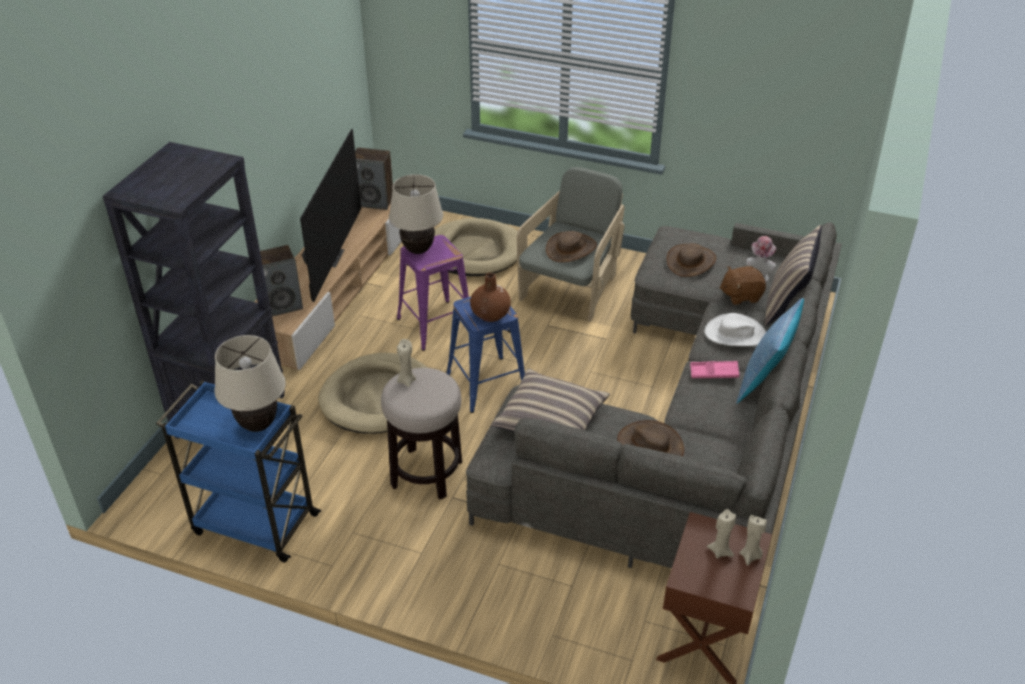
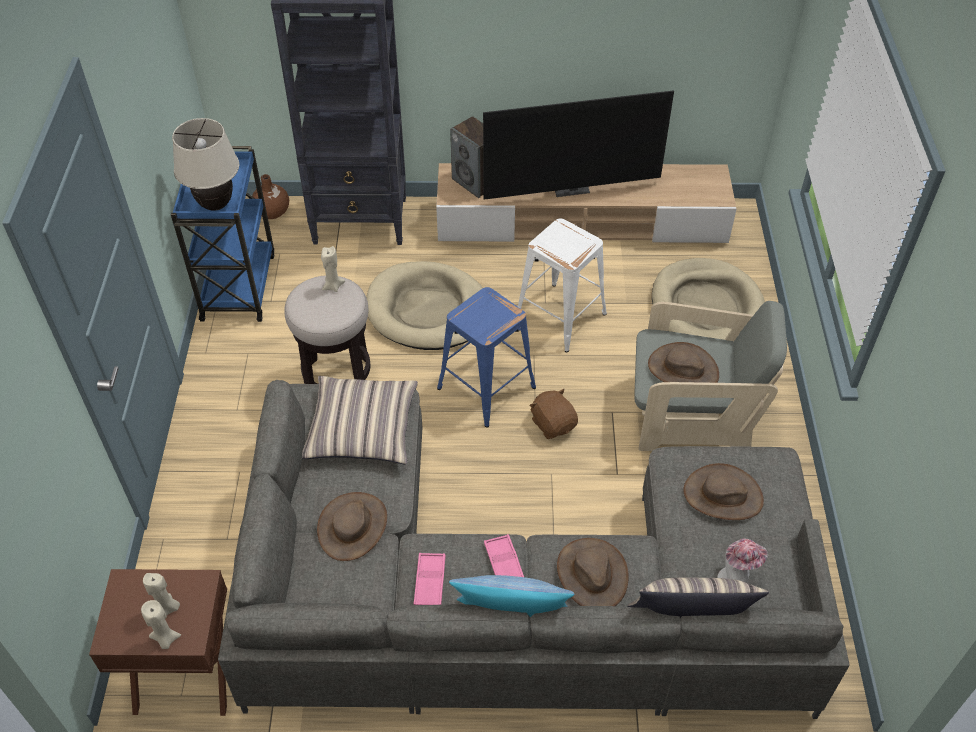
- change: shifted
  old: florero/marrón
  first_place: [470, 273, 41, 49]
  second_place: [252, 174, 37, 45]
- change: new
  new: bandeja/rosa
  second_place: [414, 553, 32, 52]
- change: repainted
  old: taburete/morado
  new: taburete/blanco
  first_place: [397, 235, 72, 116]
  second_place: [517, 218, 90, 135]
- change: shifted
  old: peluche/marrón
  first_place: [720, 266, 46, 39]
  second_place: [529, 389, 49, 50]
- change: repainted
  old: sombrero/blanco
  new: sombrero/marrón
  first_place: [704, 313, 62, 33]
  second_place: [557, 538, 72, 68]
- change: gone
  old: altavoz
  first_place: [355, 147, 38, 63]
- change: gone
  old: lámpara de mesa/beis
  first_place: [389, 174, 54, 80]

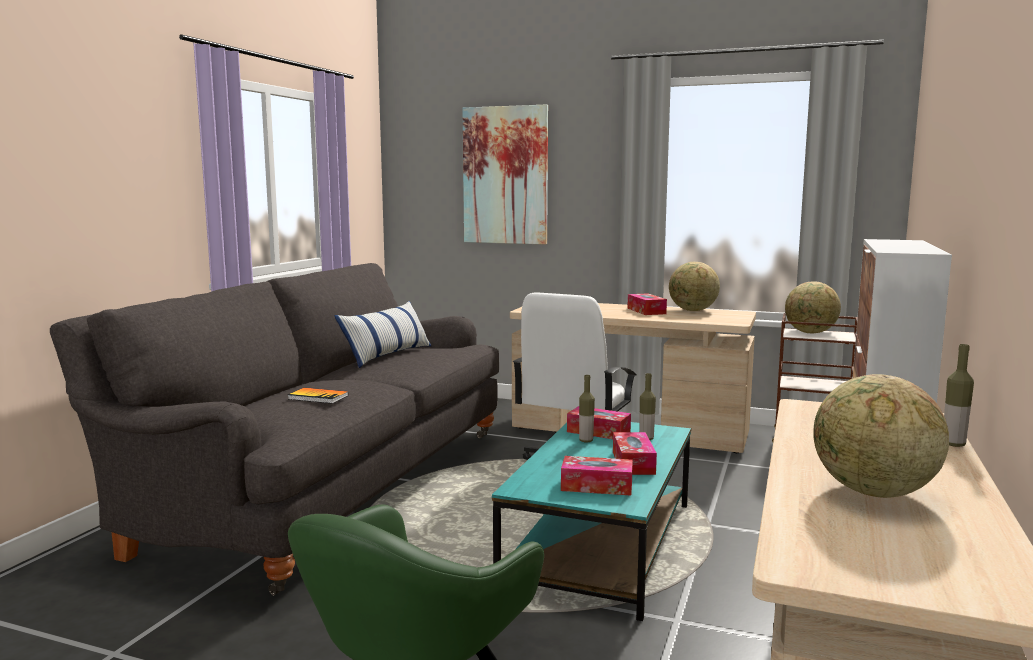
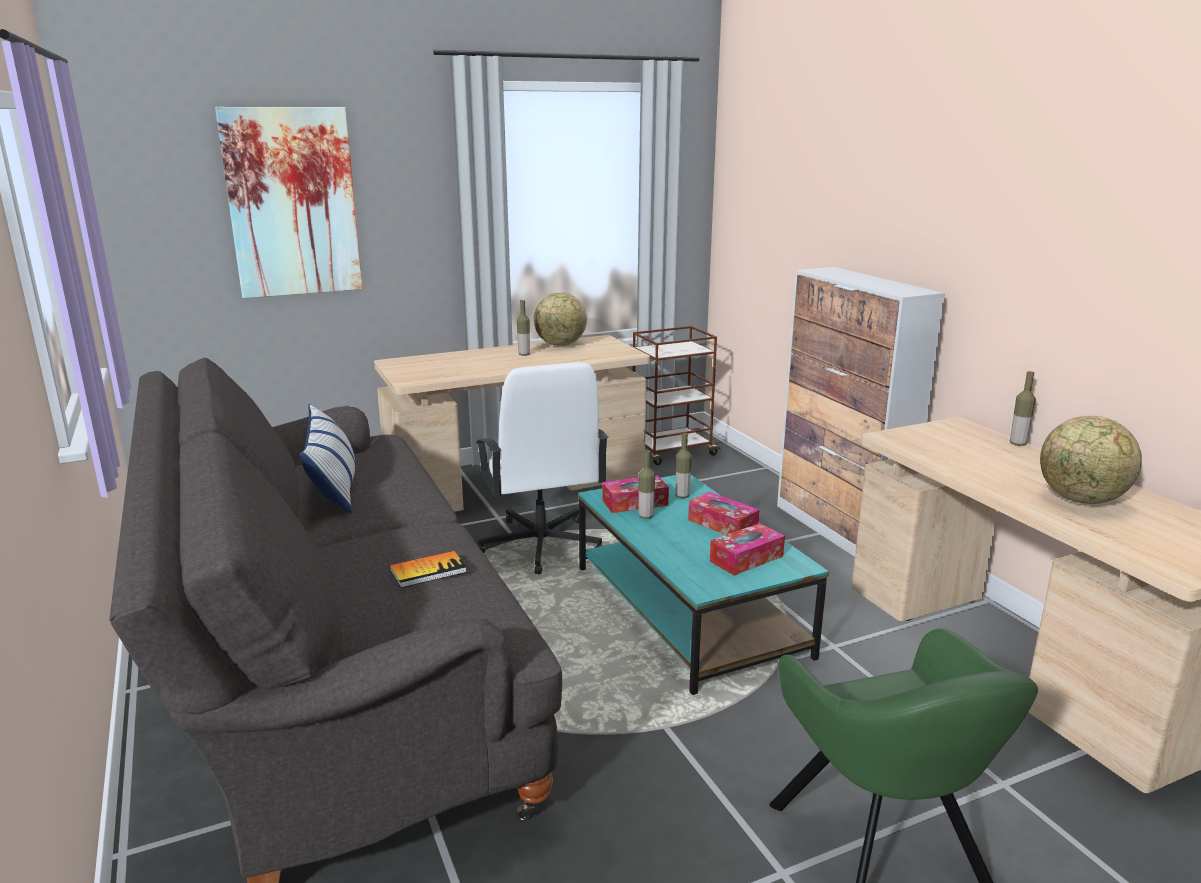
- change: swapped
  old: caja de pañuelos
  new: botella
  first_place: [627, 293, 40, 22]
  second_place: [517, 300, 13, 56]
- change: gone
  old: globo terráqueo
  first_place: [785, 281, 56, 52]

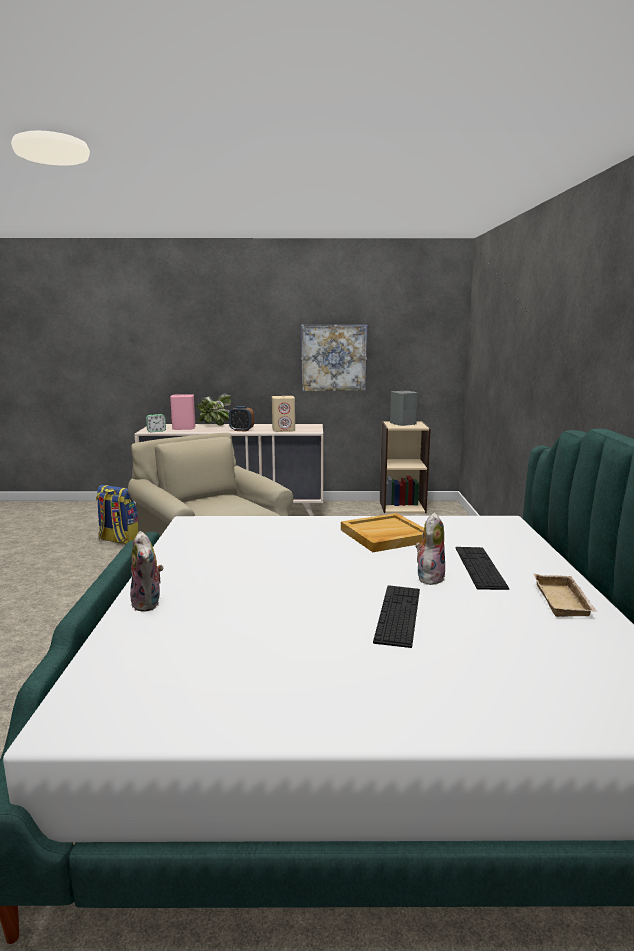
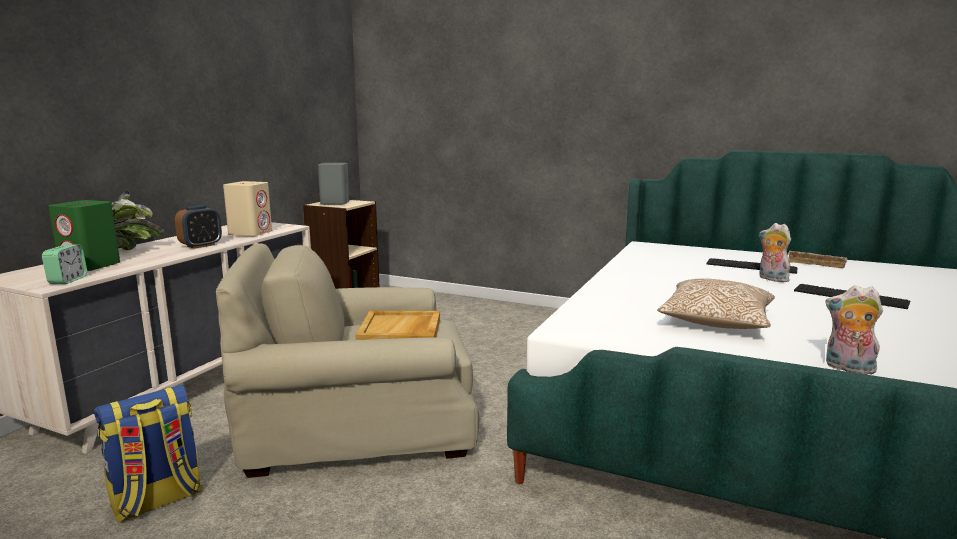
- change: repainted
  old: altavoz/rosa
  new: altavoz/verde
  first_place: [170, 394, 25, 36]
  second_place: [48, 200, 72, 71]
- change: shifted
  old: bandeja/beis
  first_place: [341, 513, 83, 39]
  second_place: [356, 310, 84, 30]
- change: new
  new: cojín
  second_place: [657, 278, 118, 51]
- change: rotated
  old: peluche
  first_place: [130, 531, 33, 81]
  second_place: [825, 285, 58, 90]
  degrees: -150
- change: gone
  old: cuadro
  first_place: [301, 325, 66, 66]

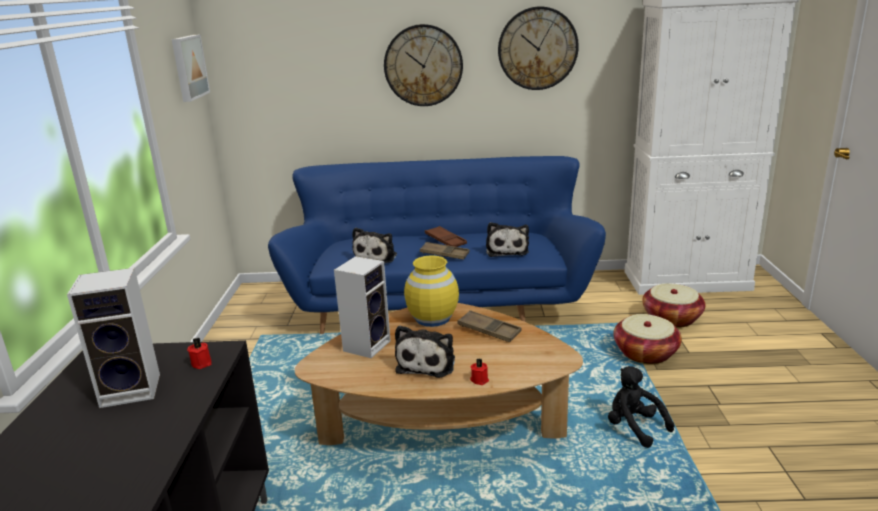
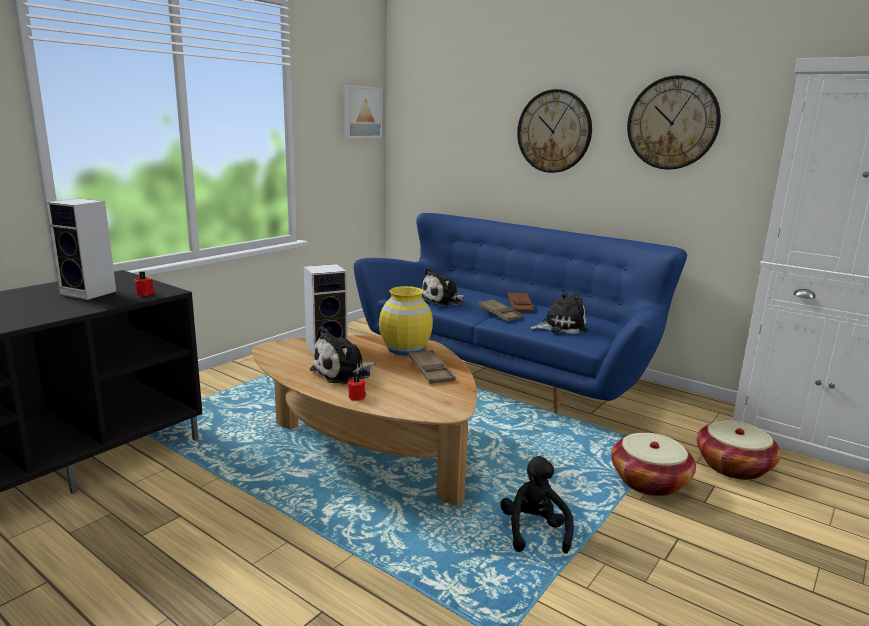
- change: rotated
  old: peluche
  first_place: [486, 222, 43, 35]
  second_place: [530, 291, 58, 43]
  degrees: -135

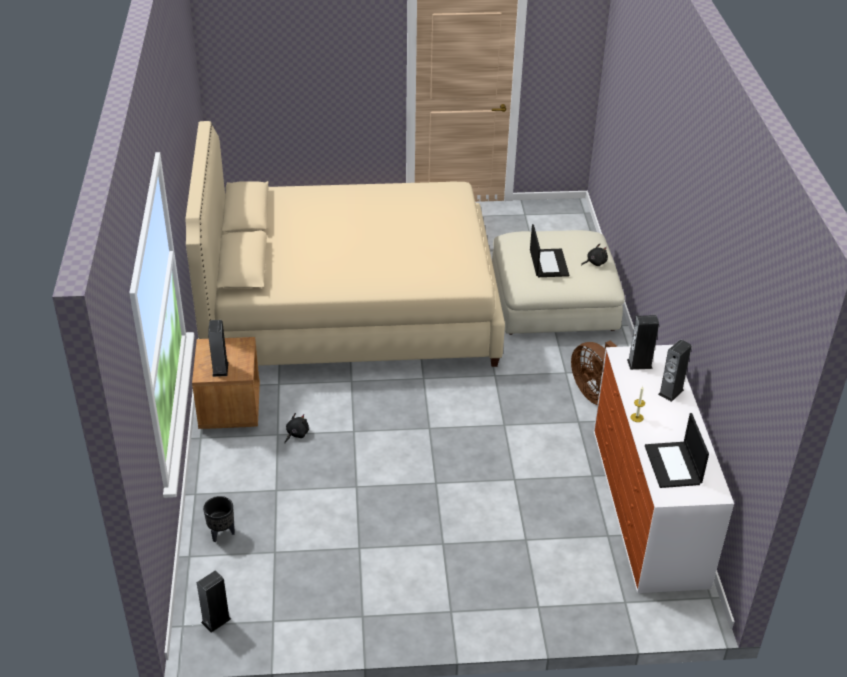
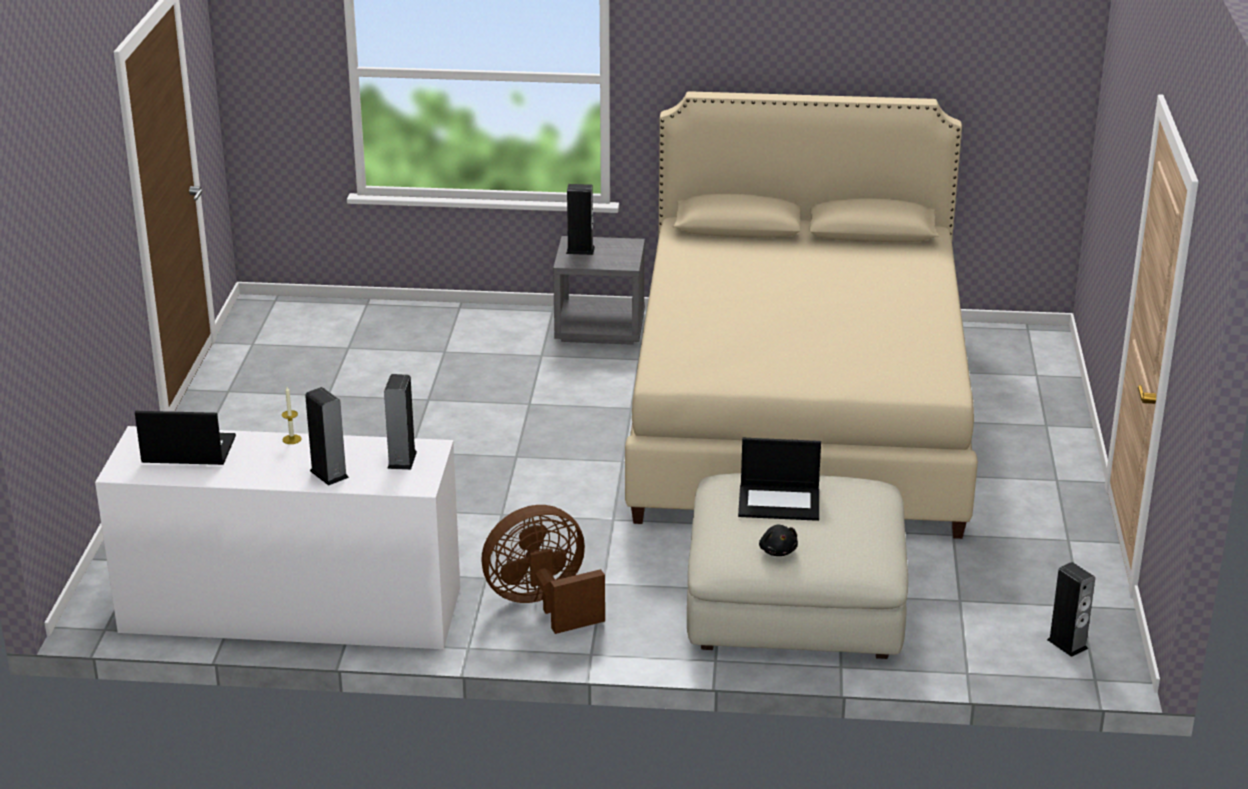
- change: repainted
  old: mesita de noche/marrón
  new: mesita de noche/gris
  first_place: [192, 337, 68, 92]
  second_place: [553, 236, 92, 109]
- change: shifted
  old: altavoz
  first_place: [197, 570, 34, 63]
  second_place: [1047, 562, 48, 95]
- change: gone
  old: maceta/negro
  first_place: [203, 496, 32, 46]
- change: gone
  old: peluche/negro
  first_place: [285, 413, 24, 30]

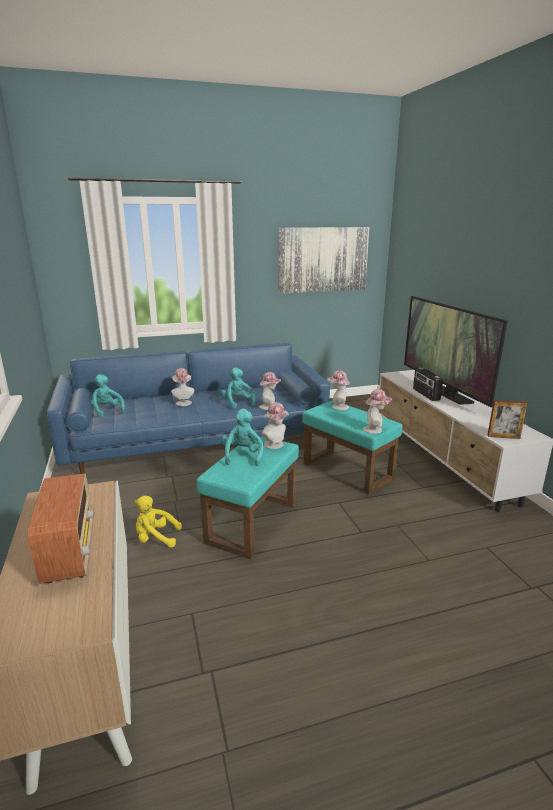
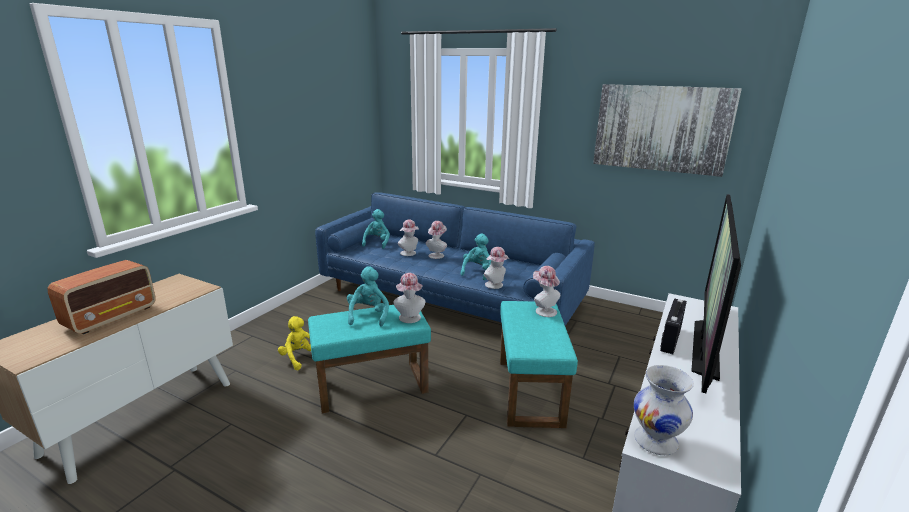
- change: rotated
  old: peluche/turquesa
  first_place: [221, 408, 42, 58]
  second_place: [347, 266, 42, 61]
  degrees: -45
- change: shifted
  old: sombrero
  first_place: [363, 389, 29, 45]
  second_place: [398, 220, 21, 36]
- change: swapped
  old: portarretratos
  new: florero/blanco
  first_place: [488, 400, 40, 39]
  second_place: [634, 365, 60, 90]

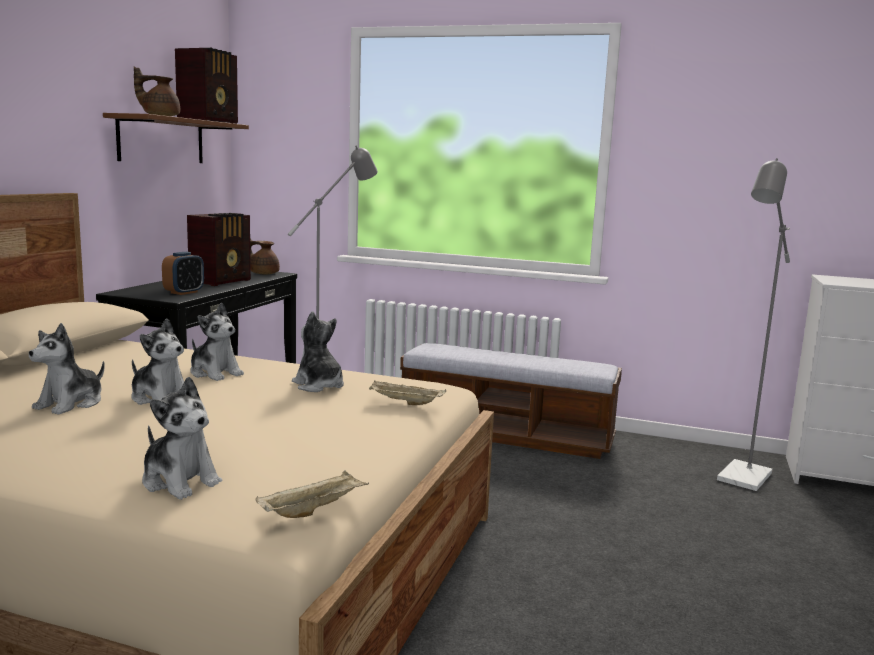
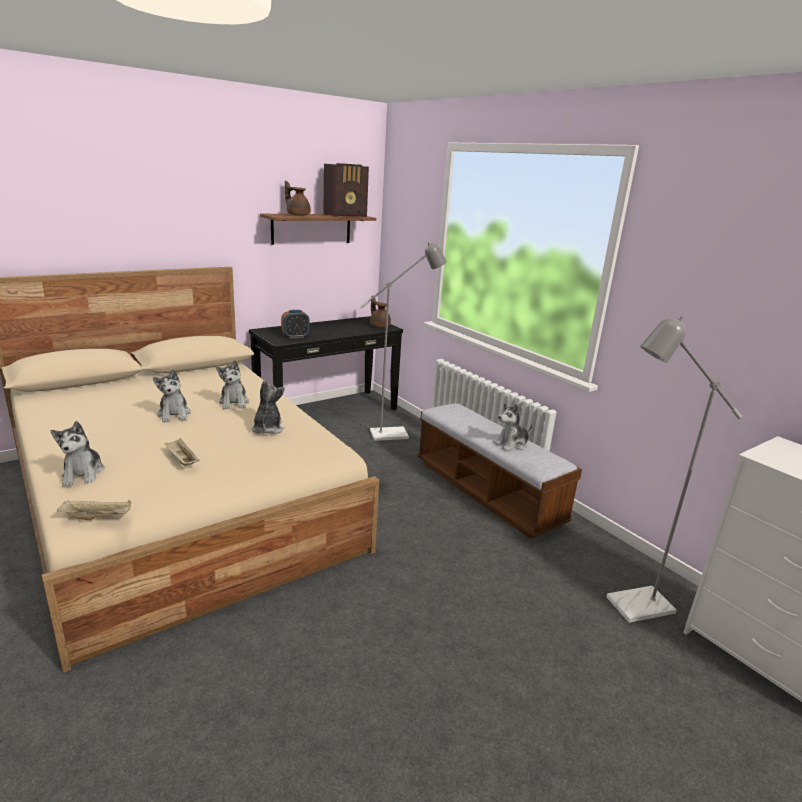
- change: shifted
  old: bandeja/beis
  first_place: [369, 381, 77, 24]
  second_place: [165, 438, 35, 28]
- change: shifted
  old: peluche
  first_place: [29, 323, 76, 92]
  second_place: [494, 403, 39, 48]
- change: gone
  old: radio
  first_place: [187, 213, 64, 73]

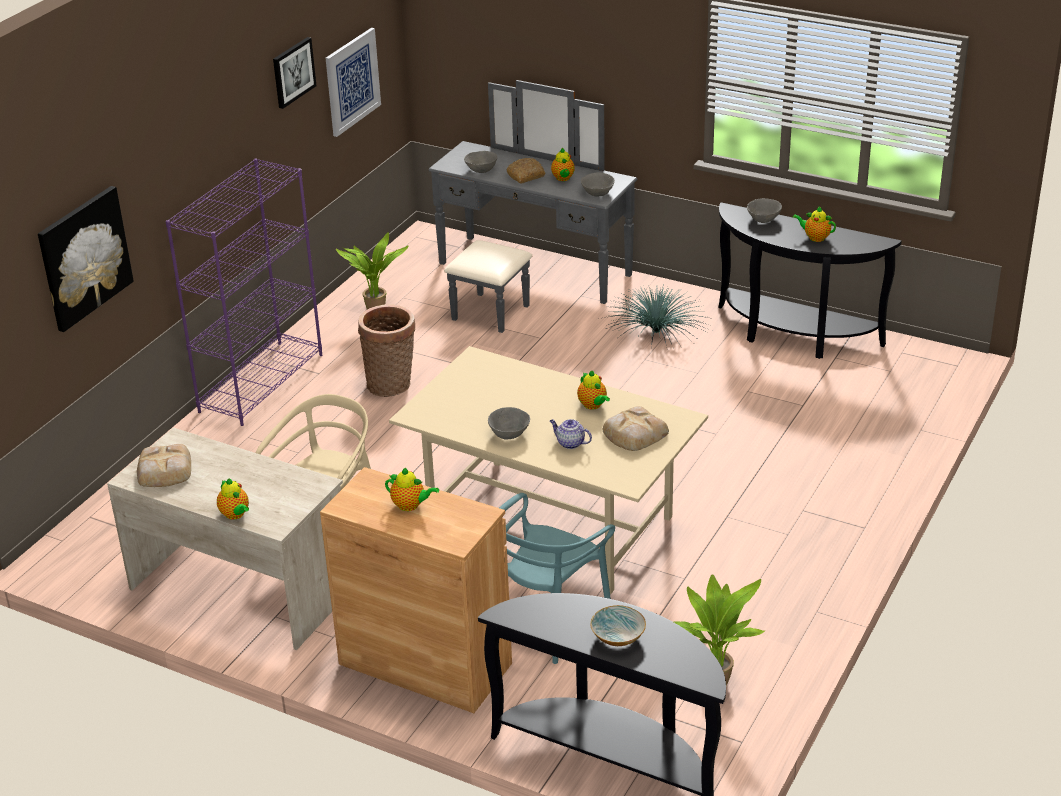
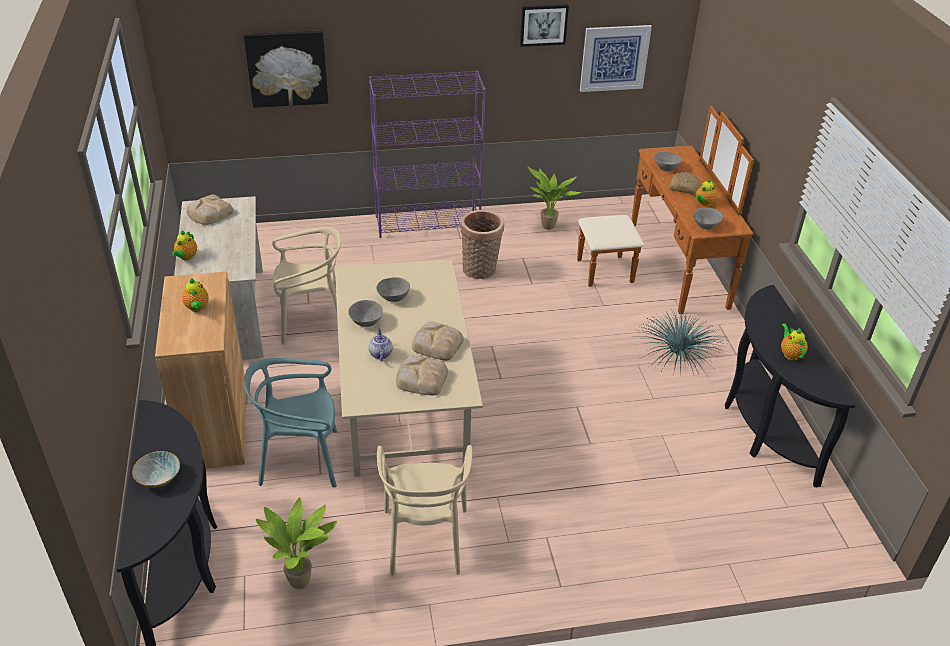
- change: shifted
  old: cuenco/gris
  first_place: [747, 198, 35, 25]
  second_place: [376, 277, 34, 25]
- change: new
  new: silla/beis
  second_place: [377, 445, 95, 131]
- change: swapped
  old: tetera
  new: pan
  first_place: [577, 371, 33, 39]
  second_place: [412, 321, 52, 40]
- change: repainted
  old: cómoda/gris
  new: cómoda/marrón
  first_place: [429, 80, 208, 253]
  second_place: [577, 106, 177, 208]

